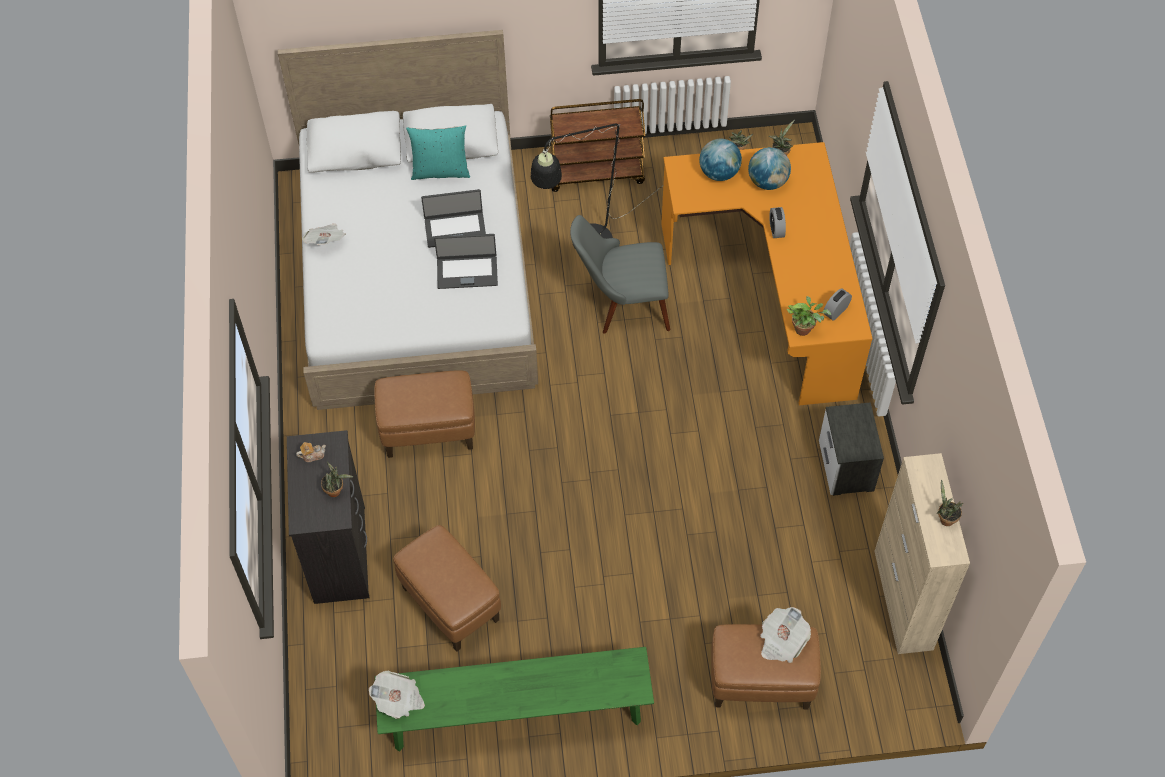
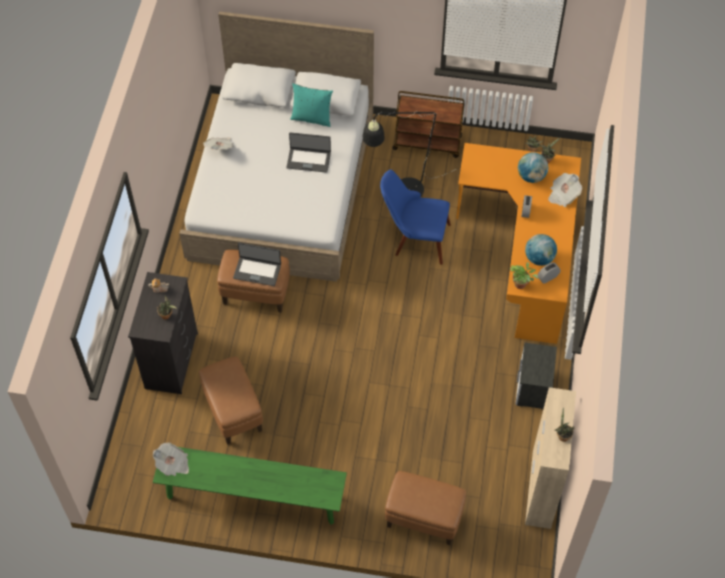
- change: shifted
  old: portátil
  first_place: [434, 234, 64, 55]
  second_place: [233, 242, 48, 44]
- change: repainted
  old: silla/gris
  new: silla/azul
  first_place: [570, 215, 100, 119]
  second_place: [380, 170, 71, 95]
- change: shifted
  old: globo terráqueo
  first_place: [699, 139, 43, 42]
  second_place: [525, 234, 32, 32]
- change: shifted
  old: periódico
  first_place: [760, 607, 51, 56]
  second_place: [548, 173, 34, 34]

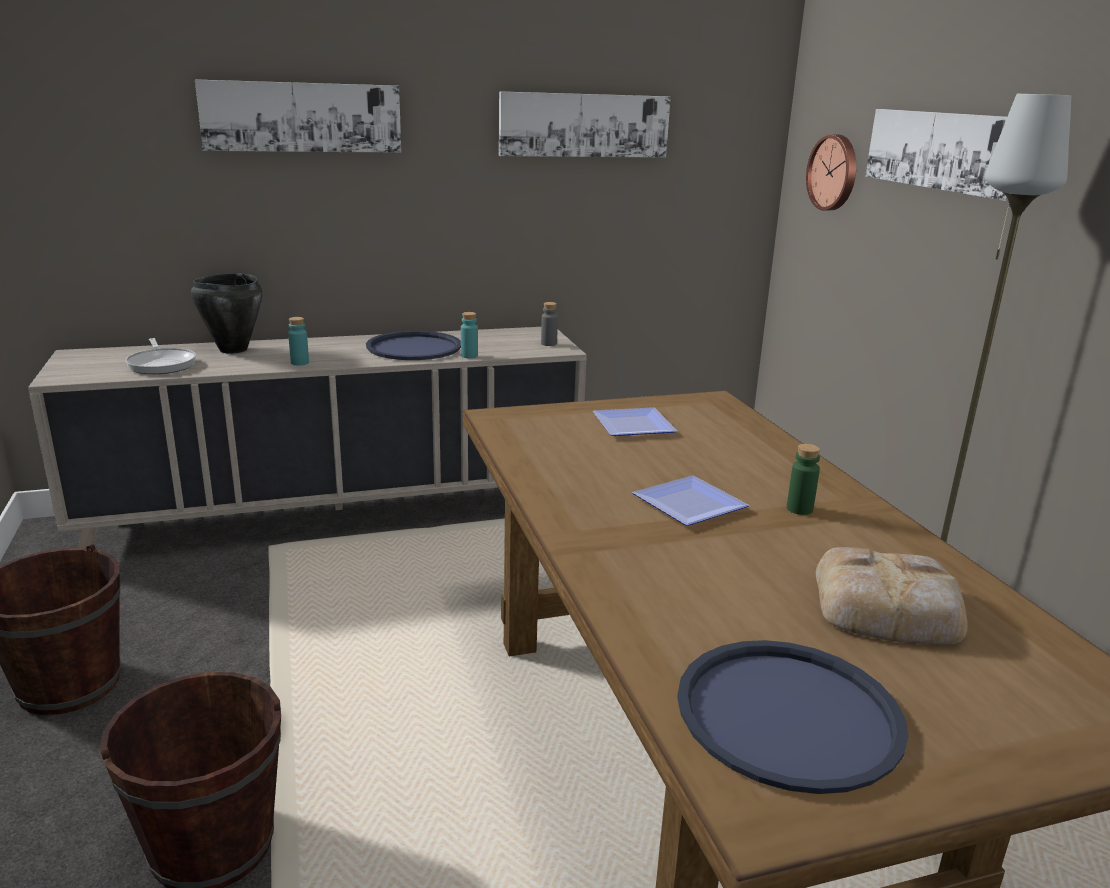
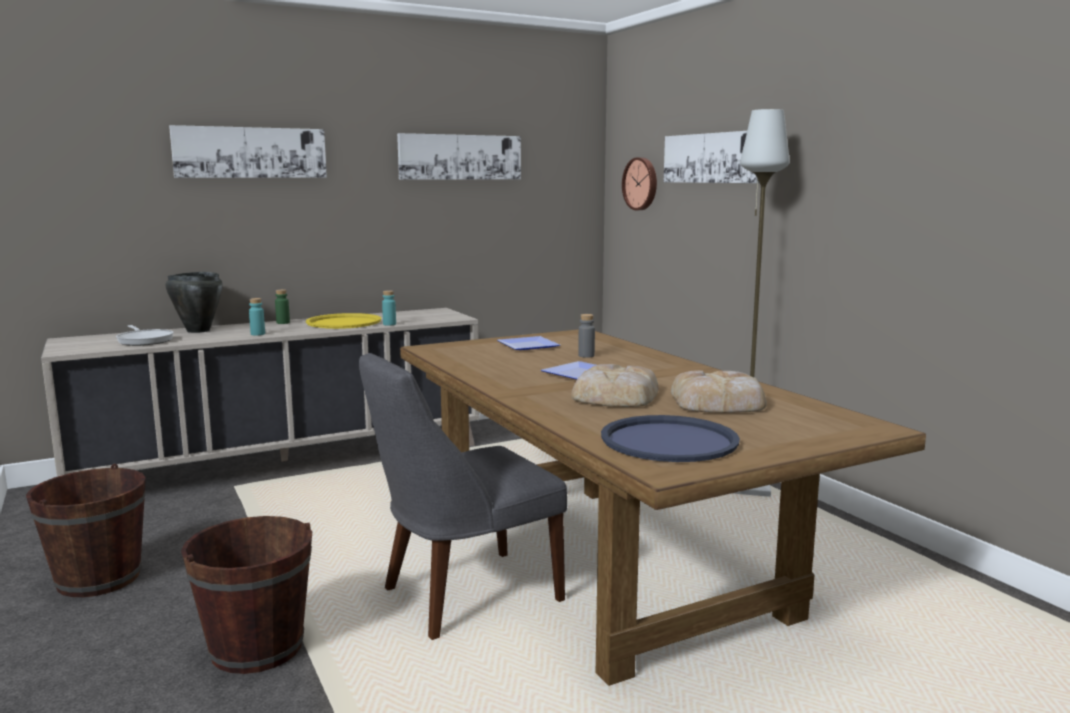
- change: shifted
  old: botella/verde
  first_place: [787, 444, 33, 71]
  second_place: [275, 289, 15, 35]
- change: repainted
  old: bandeja/azul
  new: bandeja/amarillo
  first_place: [366, 331, 95, 29]
  second_place: [306, 313, 75, 16]
- change: new
  new: silla/gris
  second_place: [359, 353, 208, 287]
- change: new
  new: pan
  second_place: [571, 364, 88, 43]
- change: shifted
  old: botella/gris
  first_place: [541, 302, 17, 44]
  second_place: [578, 314, 17, 44]

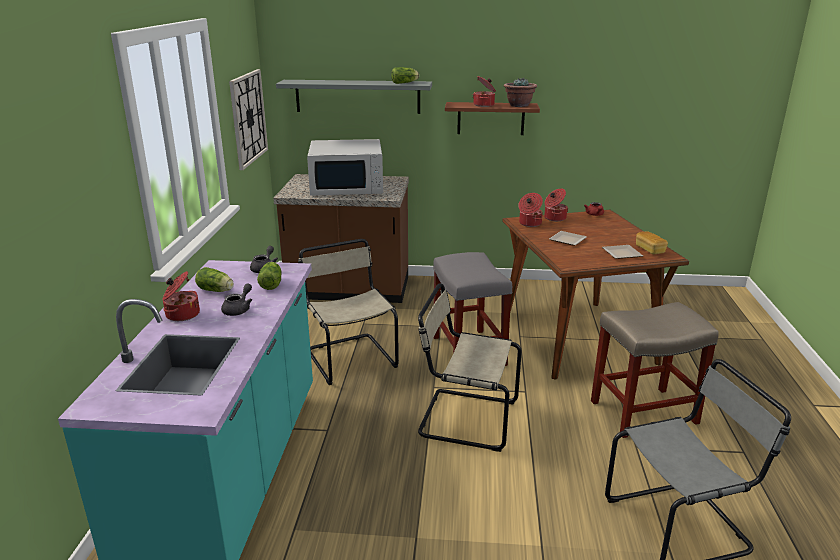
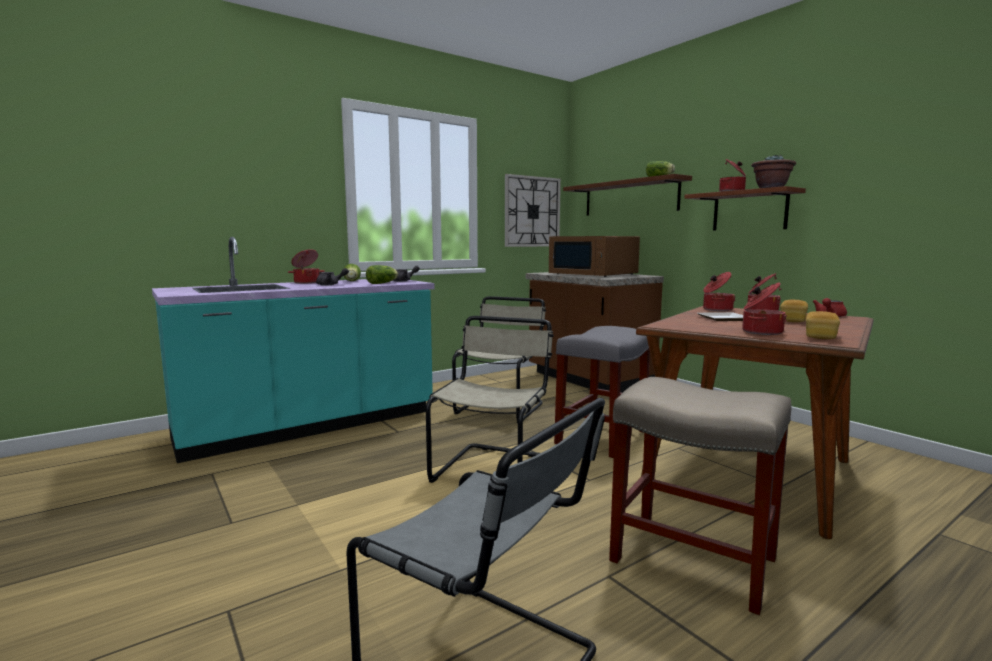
- change: rotated
  old: silla/beis
  first_place: [418, 283, 104, 169]
  second_place: [426, 316, 128, 167]
  degrees: 45
- change: repainted
  old: microondas/blanco
  new: microondas/marrón
  first_place: [307, 139, 76, 57]
  second_place: [549, 236, 91, 41]
- change: repainted
  old: estante/gris
  new: estante/marrón
  first_place: [276, 80, 156, 34]
  second_place: [563, 174, 129, 42]
- change: swapped
  old: plato
  new: olla
  first_place: [602, 245, 41, 14]
  second_place: [742, 282, 45, 53]
- change: new
  new: pan
  second_place: [780, 300, 28, 22]

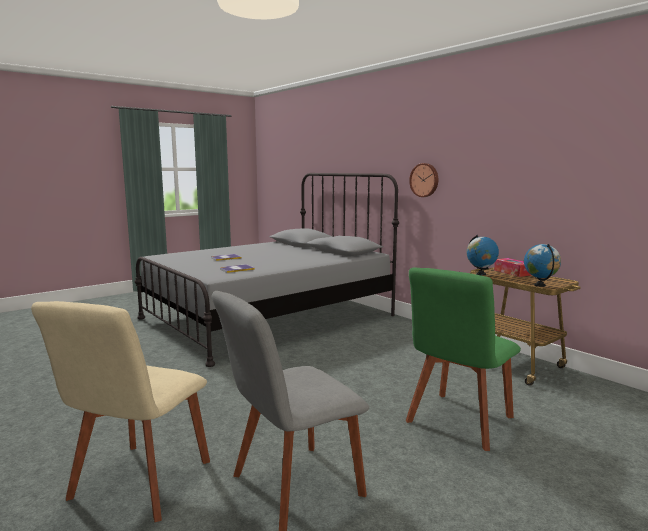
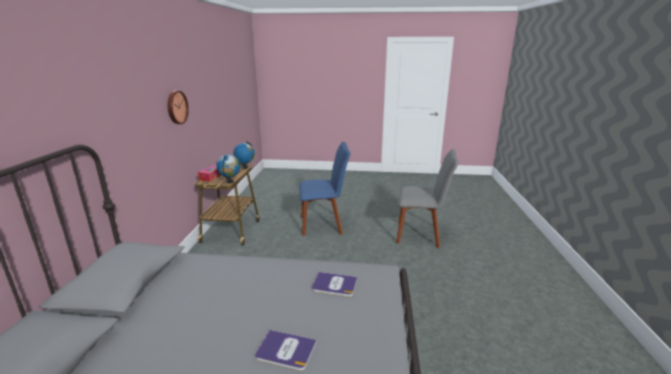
- change: shifted
  old: reloj de pared
  first_place: [409, 163, 29, 34]
  second_place: [168, 91, 21, 33]
- change: repainted
  old: silla/verde
  new: silla/azul
  first_place: [406, 267, 115, 184]
  second_place: [299, 142, 52, 94]
- change: gone
  old: silla/beis
  first_place: [31, 301, 179, 221]

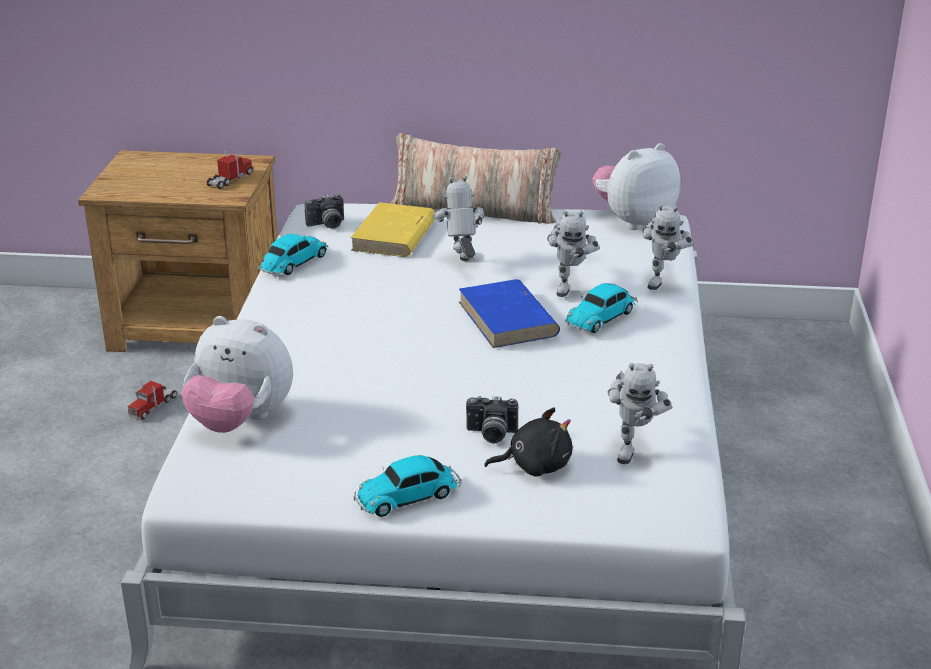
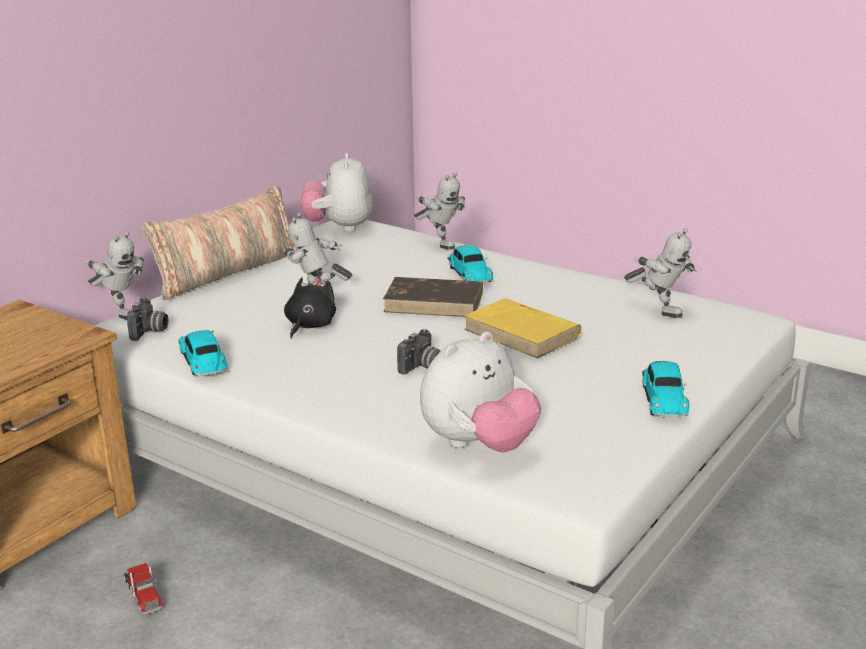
- change: shifted
  old: robot de juguete
  first_place: [547, 210, 53, 87]
  second_place: [86, 232, 58, 88]
- change: shifted
  old: peluche/negro
  first_place: [484, 408, 88, 68]
  second_place: [284, 277, 52, 62]
- change: repainted
  old: libro/azul
  new: libro/marrón
  first_place: [459, 279, 101, 69]
  second_place: [383, 277, 100, 40]
- change: shifted
  old: cámara
  first_place: [466, 396, 52, 47]
  second_place: [397, 329, 43, 46]
- change: shifted
  old: libro/amarillo
  first_place: [351, 202, 84, 55]
  second_place: [464, 298, 118, 61]
- change: gone
  old: camión de juguete
  first_place: [207, 151, 46, 38]

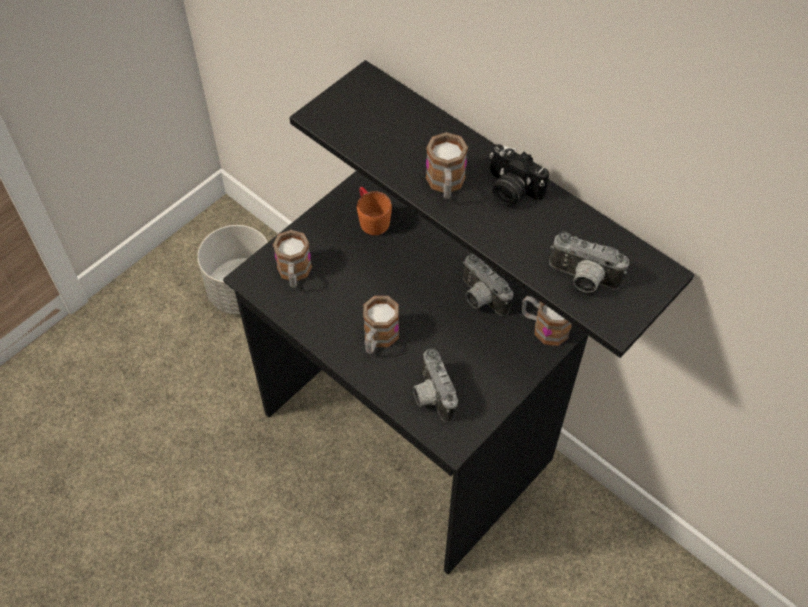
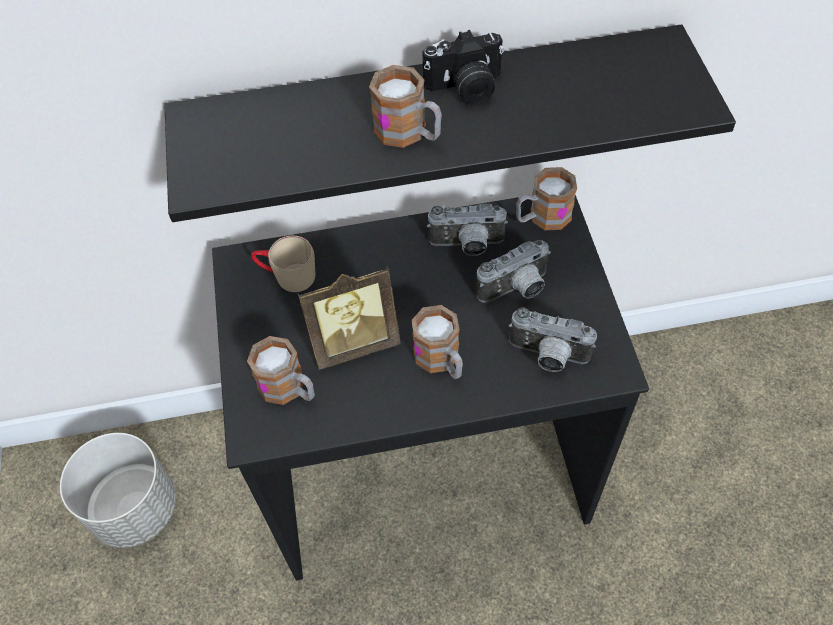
- change: repainted
  old: taza grande/naranja
  new: taza grande/beis
  first_place: [357, 187, 35, 48]
  second_place: [251, 236, 64, 56]
- change: new
  new: portarretratos
  second_place: [298, 266, 103, 104]
- change: shifted
  old: cámara
  first_place: [549, 232, 80, 61]
  second_place: [476, 240, 75, 63]

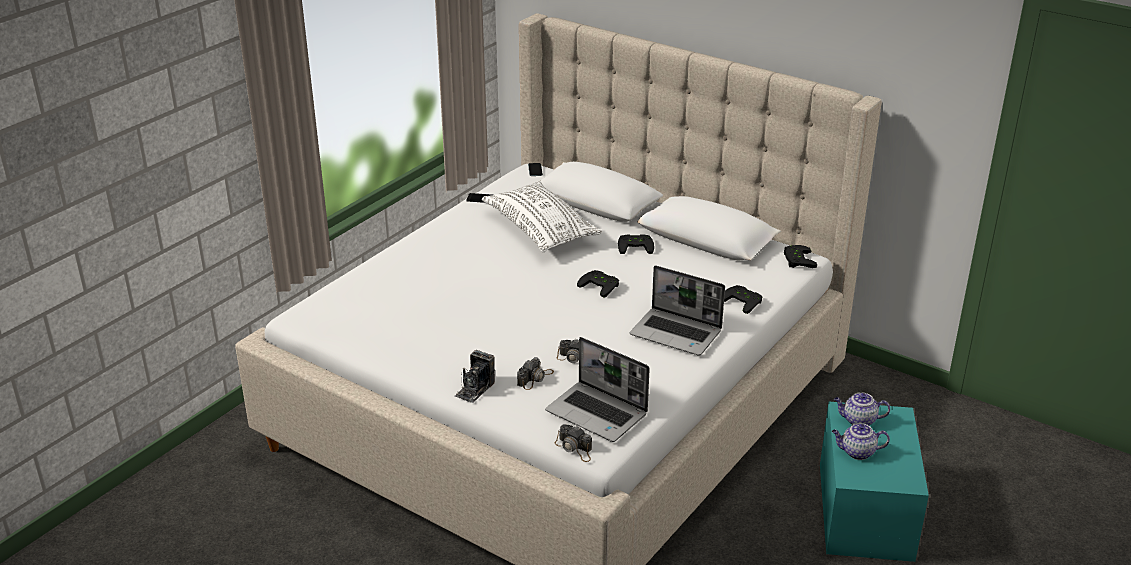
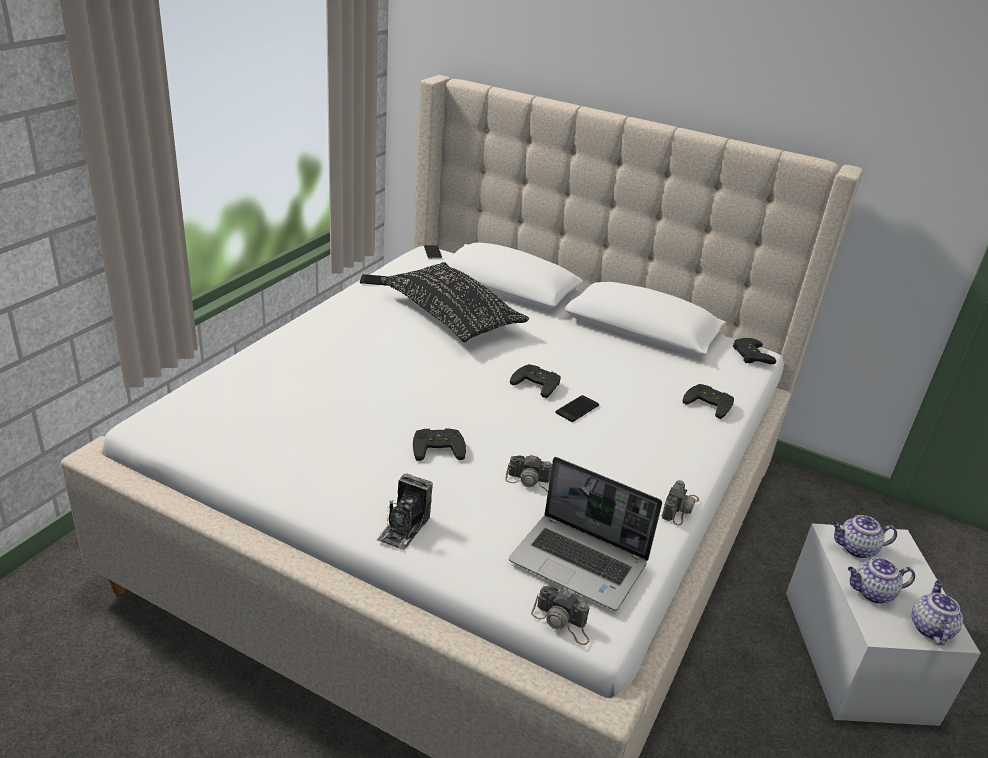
- change: repainted
  old: cojín/blanco
  new: cojín/negro
  first_place: [482, 181, 120, 71]
  second_place: [380, 262, 149, 80]
- change: shifted
  old: mando de consola/negro
  first_place: [618, 234, 36, 20]
  second_place: [413, 428, 53, 33]
- change: new
  new: móvil
  second_place: [555, 395, 44, 27]
- change: shifted
  old: cámara
  first_place: [517, 357, 37, 33]
  second_place: [662, 480, 37, 45]
- change: repainted
  old: caja de almacenaje/turquesa
  new: caja de almacenaje/blanco
  first_place: [820, 402, 109, 160]
  second_place: [786, 523, 195, 203]
- change: new
  new: tetera
  second_place: [912, 581, 51, 64]
- change: gone
  old: portátil
  first_place: [630, 265, 95, 91]

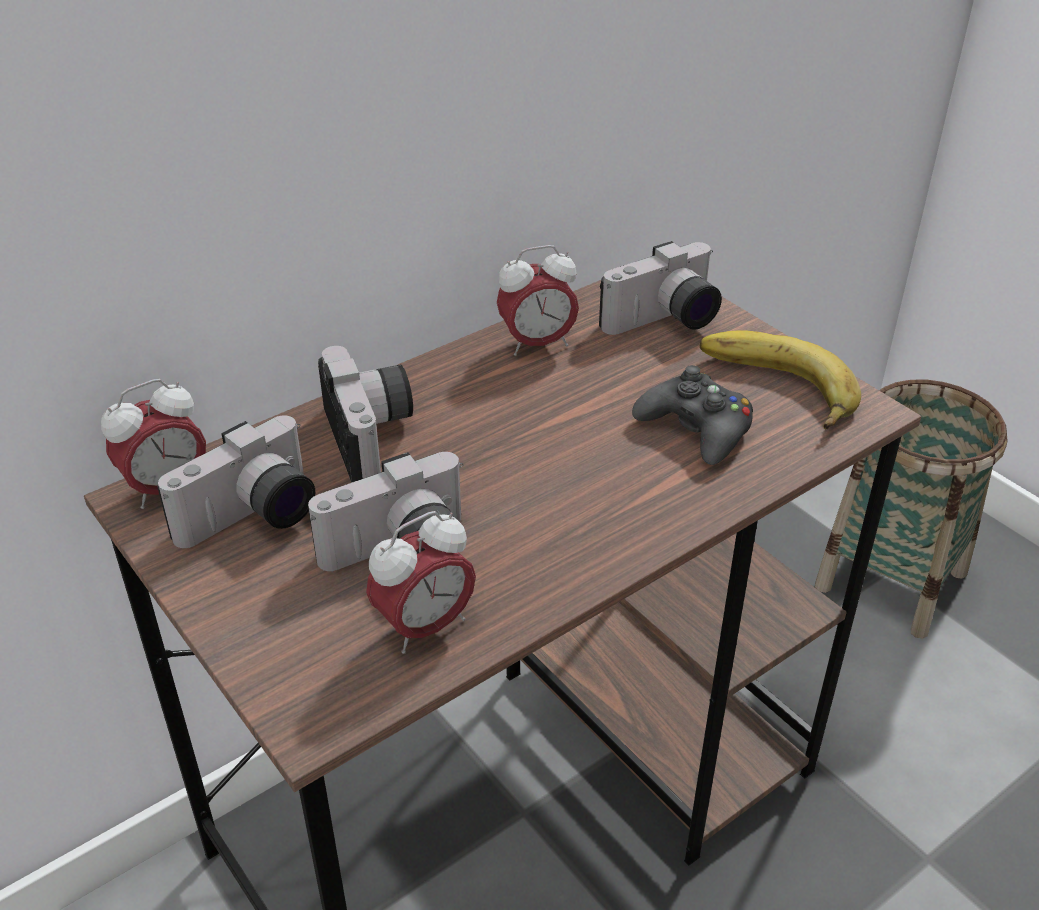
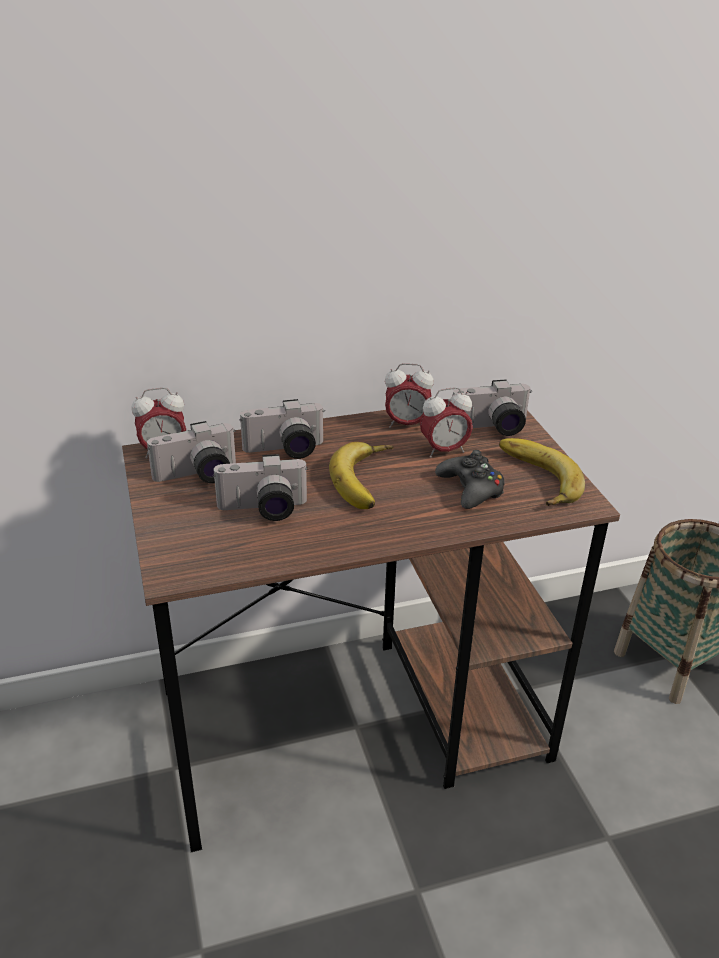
- change: rotated
  old: cámara
  first_place: [318, 346, 95, 136]
  second_place: [240, 399, 85, 60]
  degrees: 75
- change: new
  new: plátano
  second_place: [329, 442, 65, 67]
- change: shifted
  old: despertador
  first_place: [366, 511, 110, 143]
  second_place: [420, 387, 53, 71]

